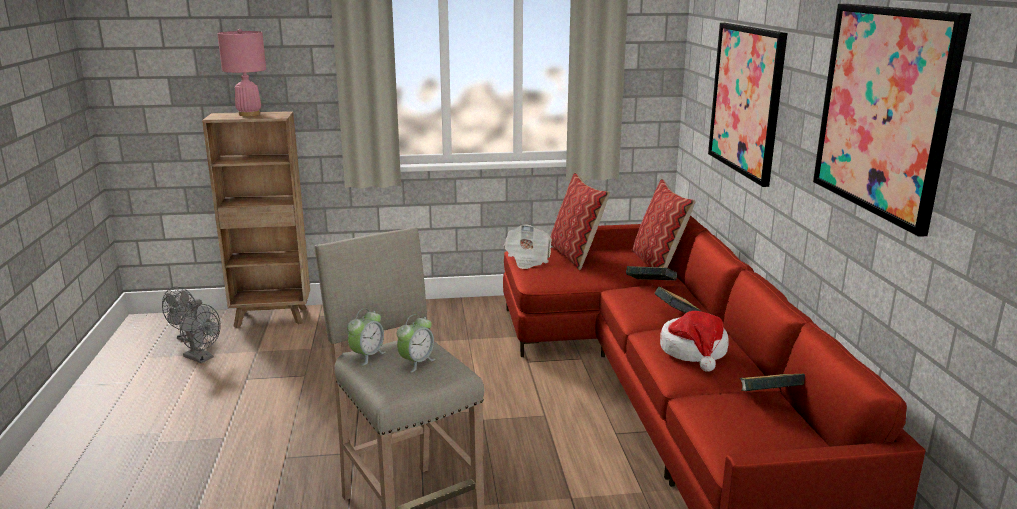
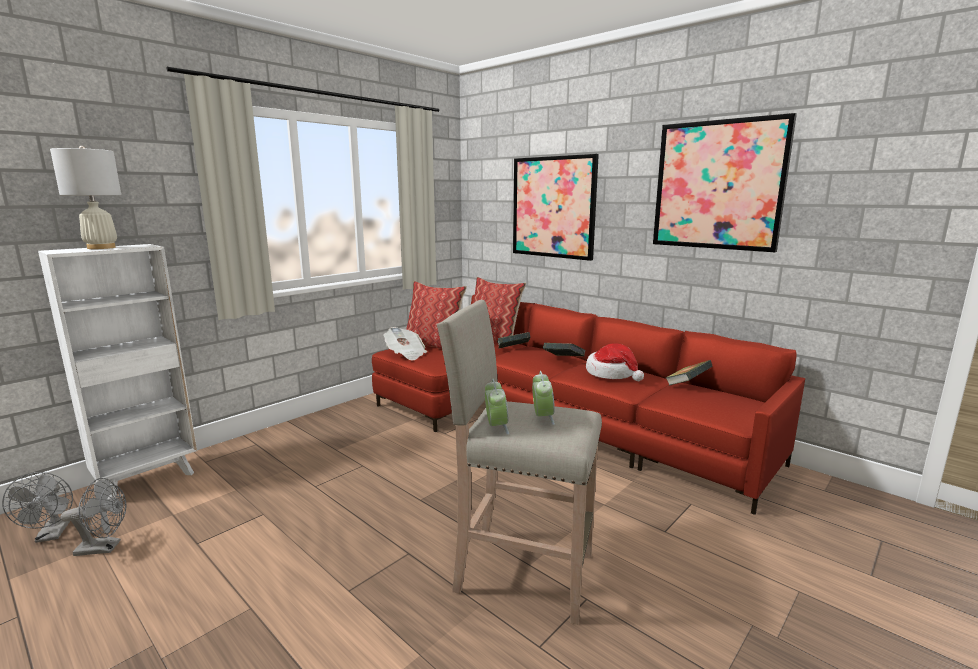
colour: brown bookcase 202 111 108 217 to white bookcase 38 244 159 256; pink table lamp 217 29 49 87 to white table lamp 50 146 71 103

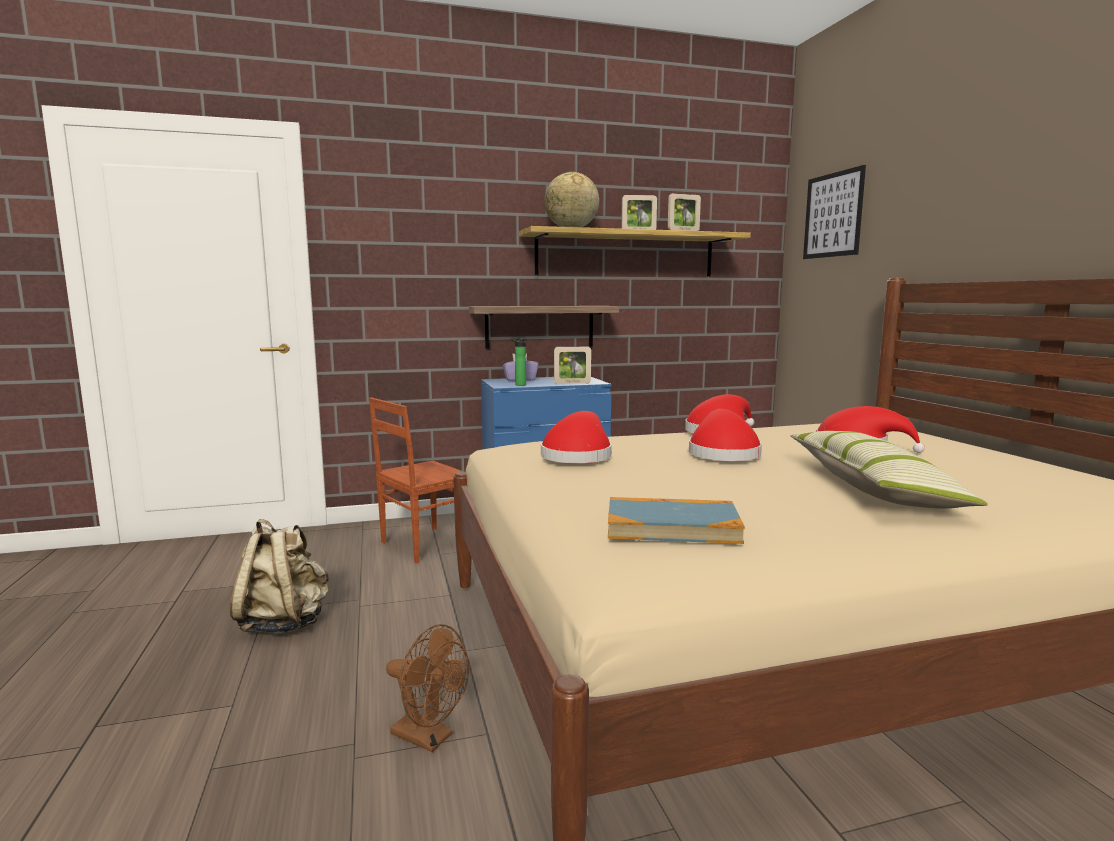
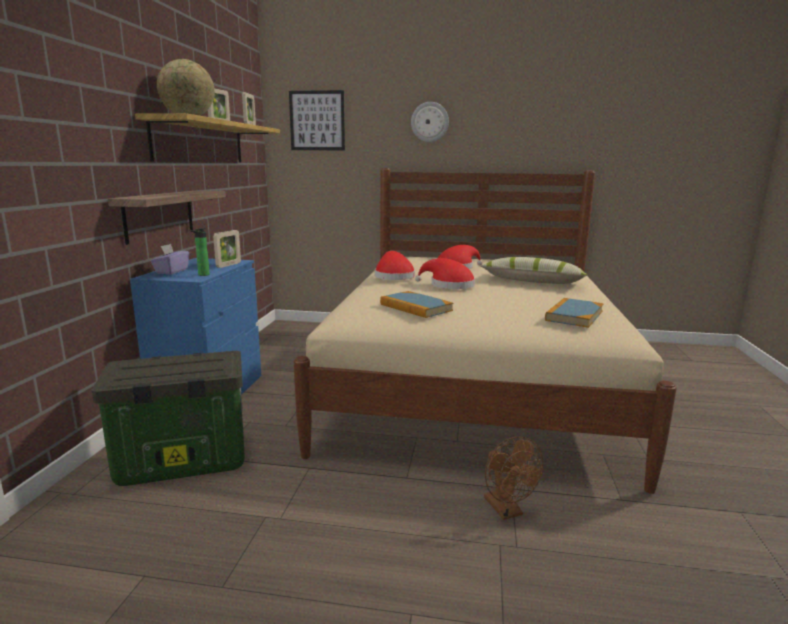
missing: beige backpack 230 519 98 115
appeared: wall clock 411 102 38 40
exchanged: brown chair 369 397 95 166 to storage box 91 351 154 135; red hat 541 411 71 52 to book 380 291 73 27
spun: brown fan 386 624 83 128 = 484 437 59 83 105 degrees clockwise

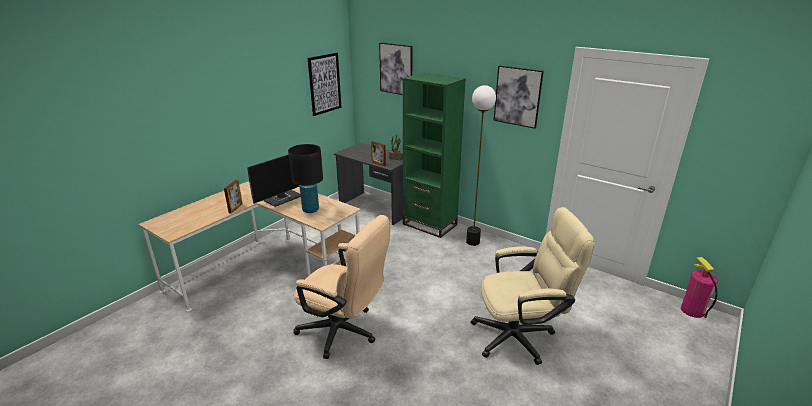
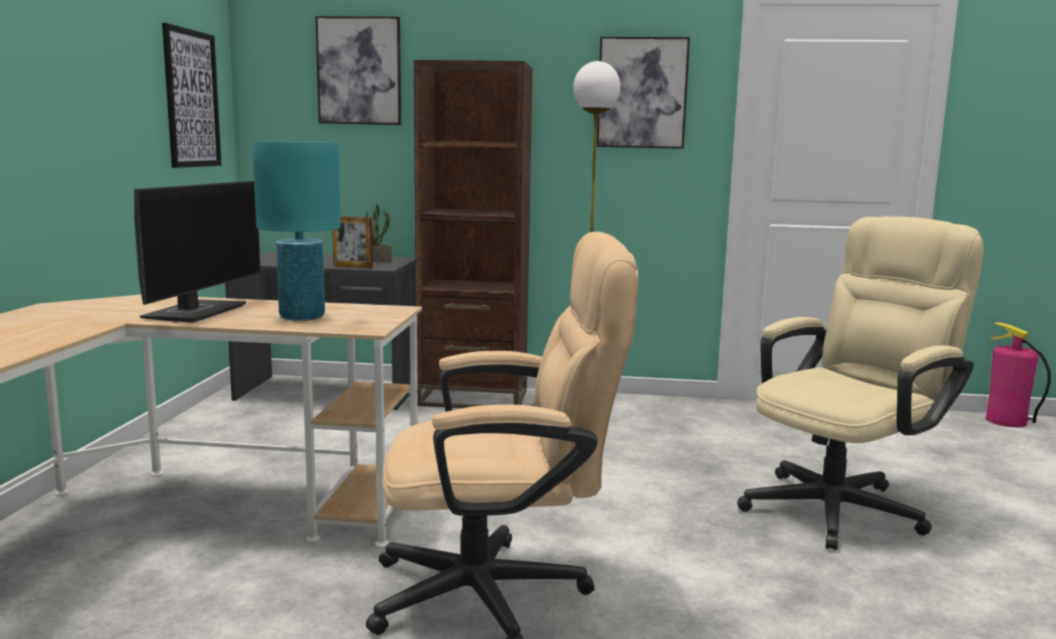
missing: picture frame 224 180 19 33
colour: black table lamp 288 144 35 69 to turquoise table lamp 252 141 89 180; green bookcase 403 73 63 165 to brown bookcase 414 60 119 348

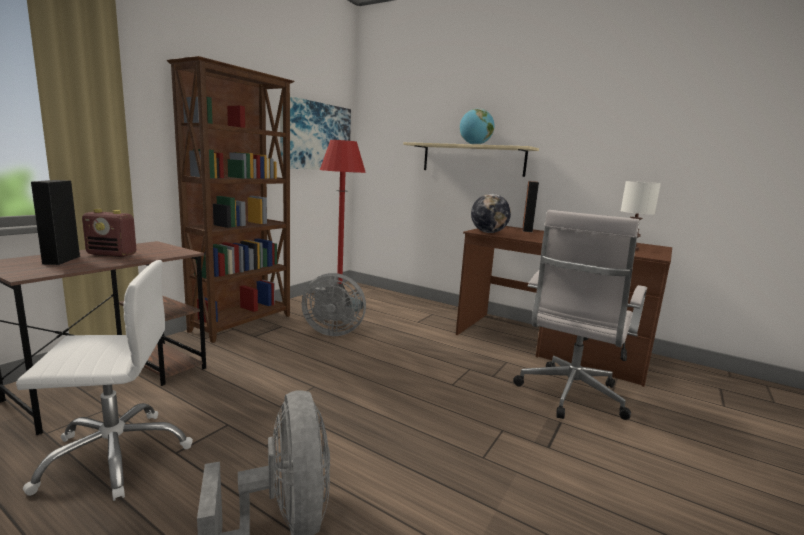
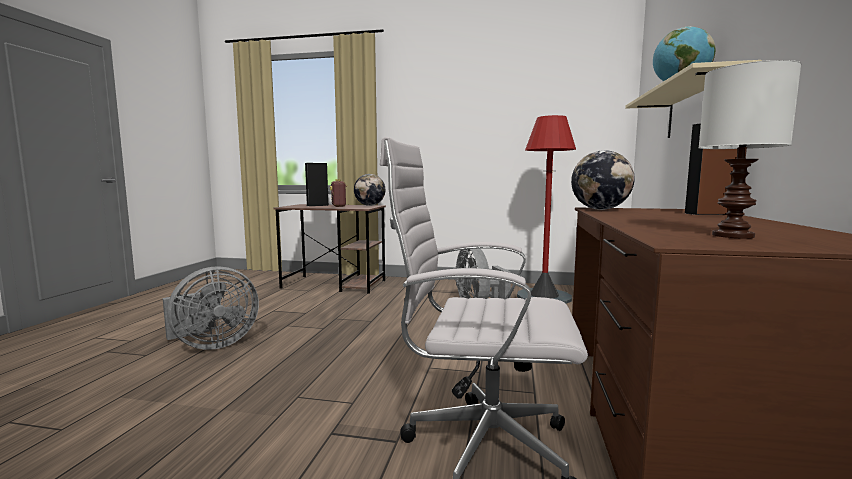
missing: white office chair 16 260 177 241; brown bookcase 167 56 128 287; picture 280 95 71 75
appeared: globe 354 174 31 32

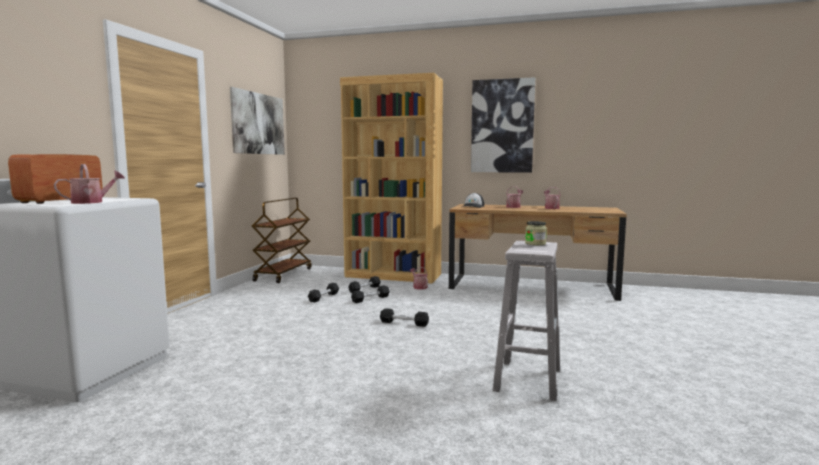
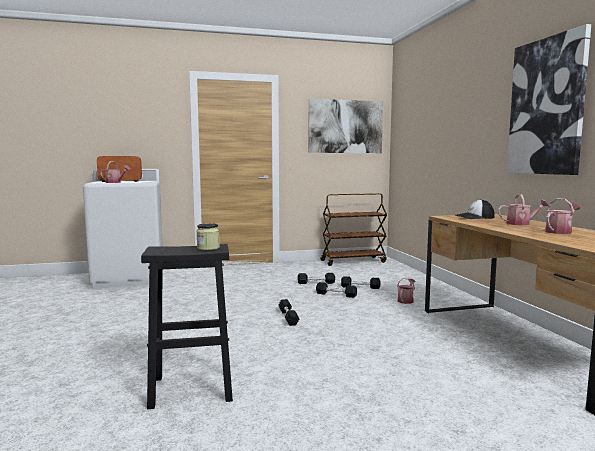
missing: brown bookcase 340 73 103 211
colour: white stool 493 241 67 160 to black stool 141 244 92 165

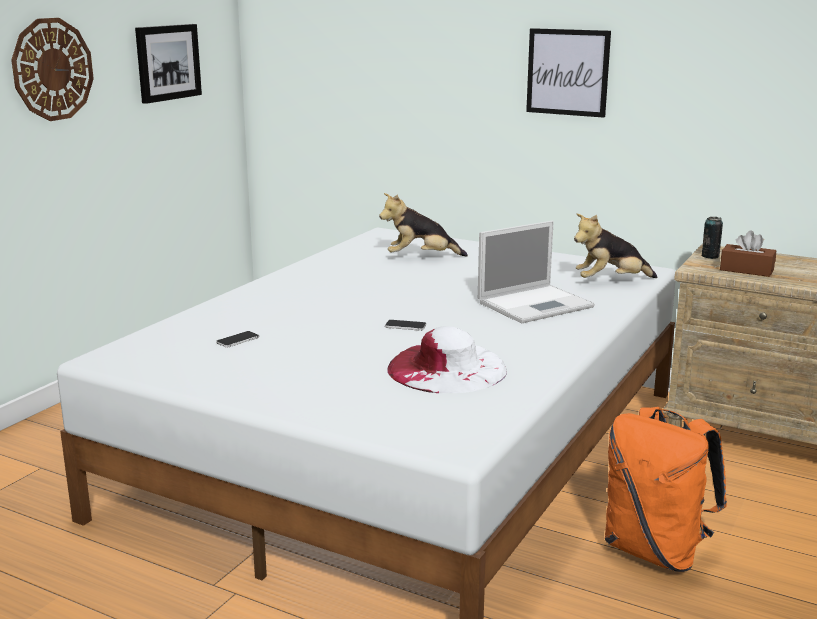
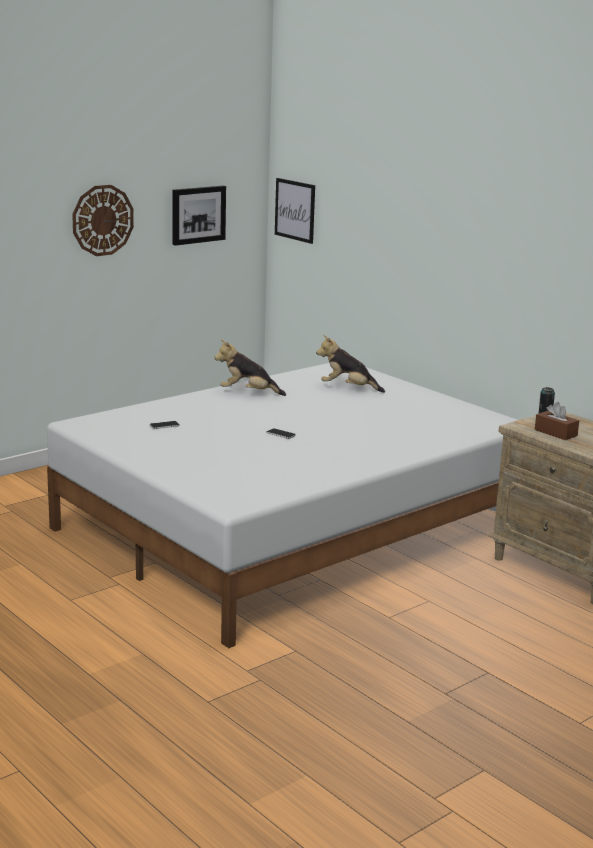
missing: white hat 387 326 120 67; laptop 478 221 117 102; orange backpack 605 407 122 165
relocated: picture 526 28 85 90 to 275 178 40 66; plush toy 574 213 83 65 to 214 340 72 56

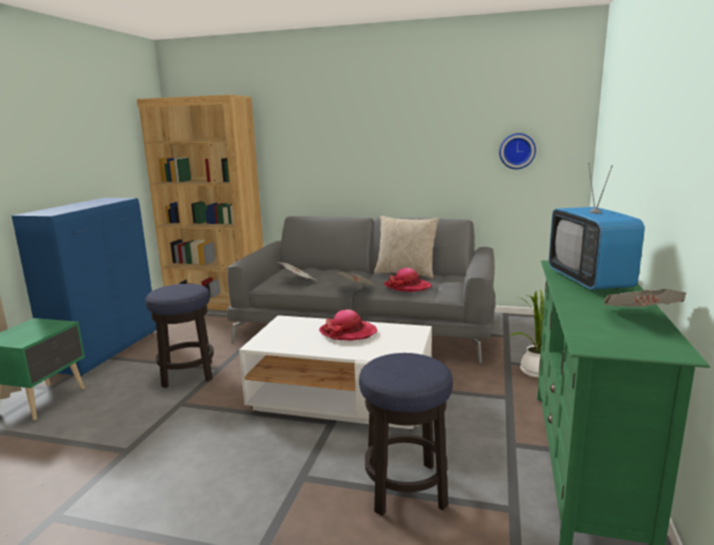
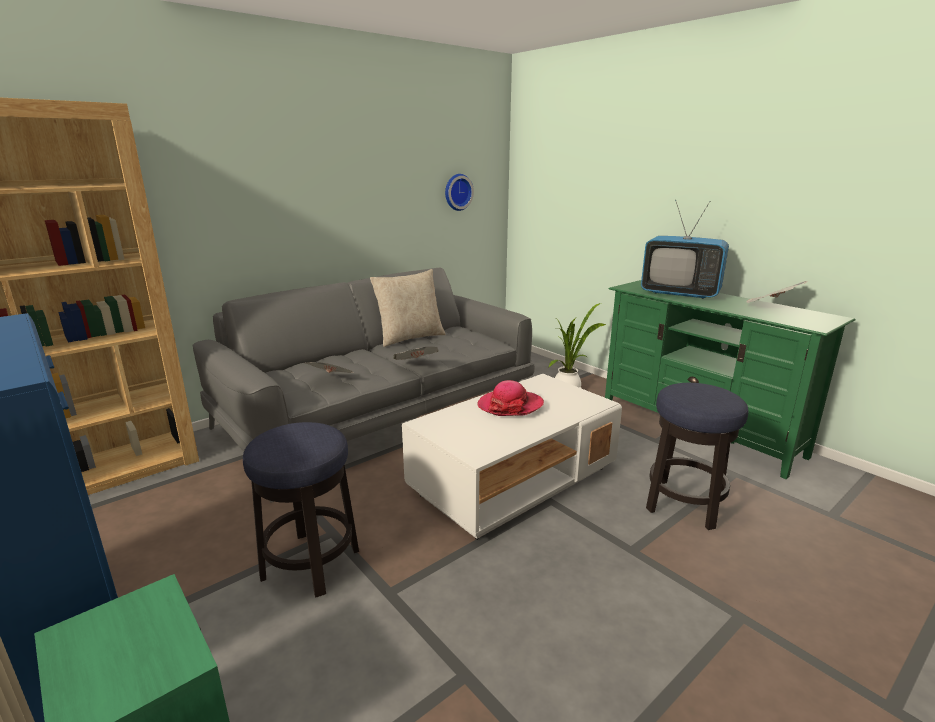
missing: hat 384 268 48 24

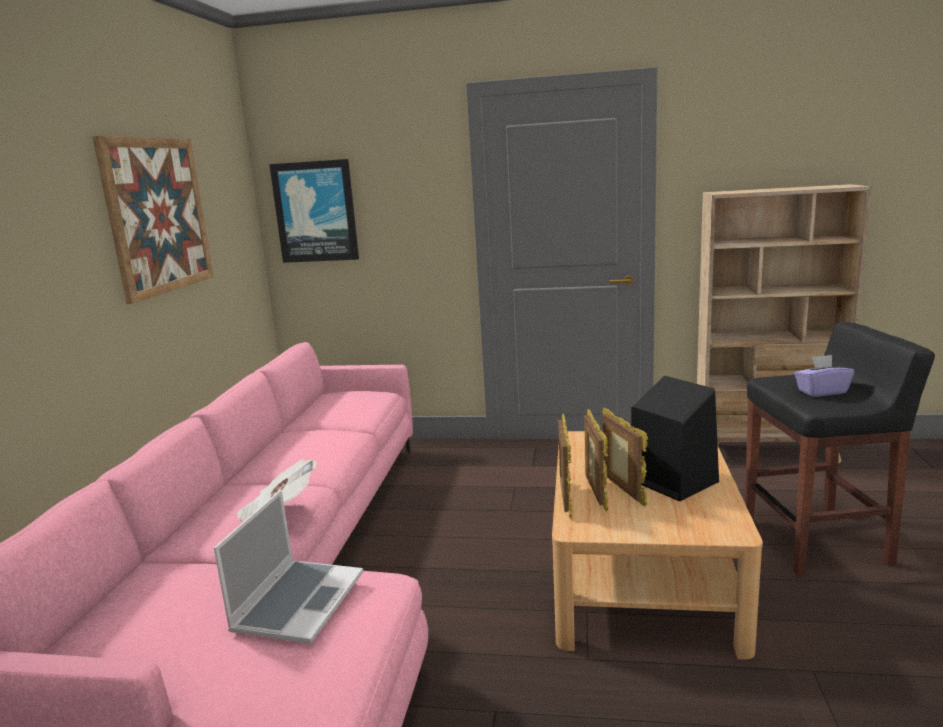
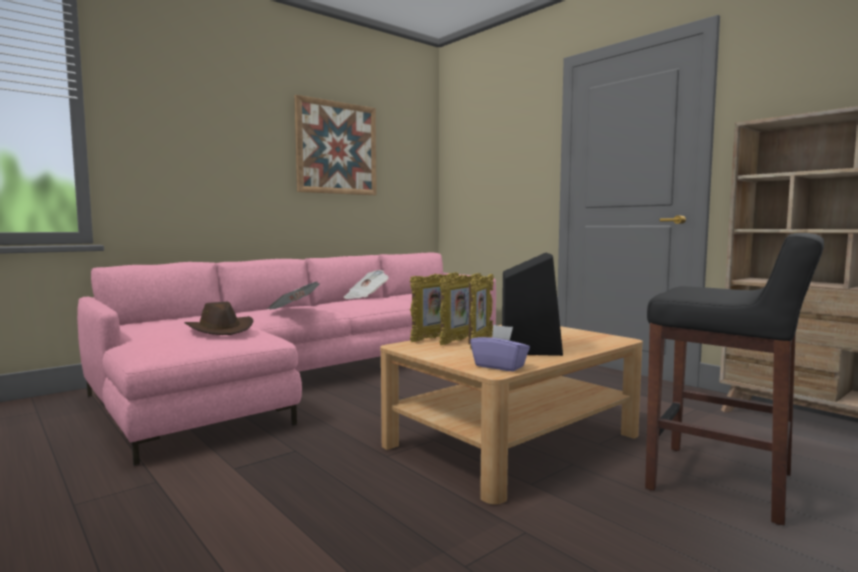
missing: picture 269 159 90 104
appeared: newspaper 343 270 46 29
relocated: purple tissue box 794 355 60 42 to 470 324 60 47
exchanged: laptop 214 490 149 154 to brown hat 185 302 69 33

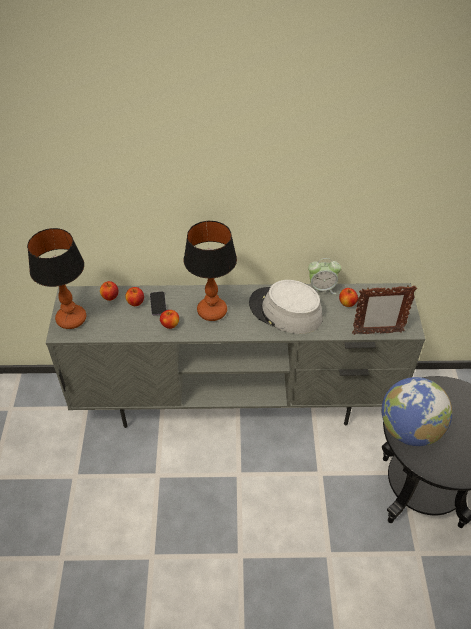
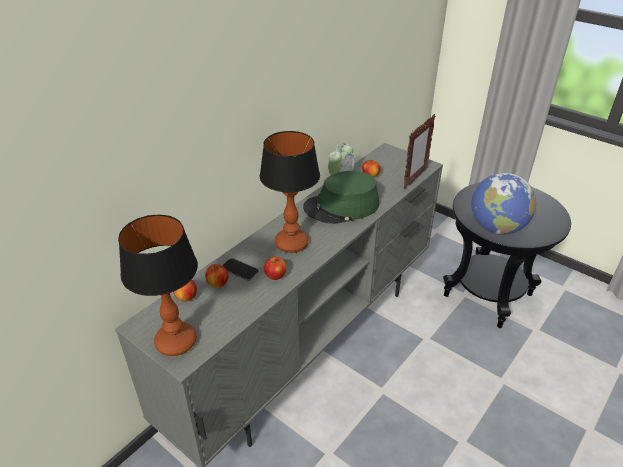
colour: grey hat 249 280 74 54 to green hat 303 171 76 53

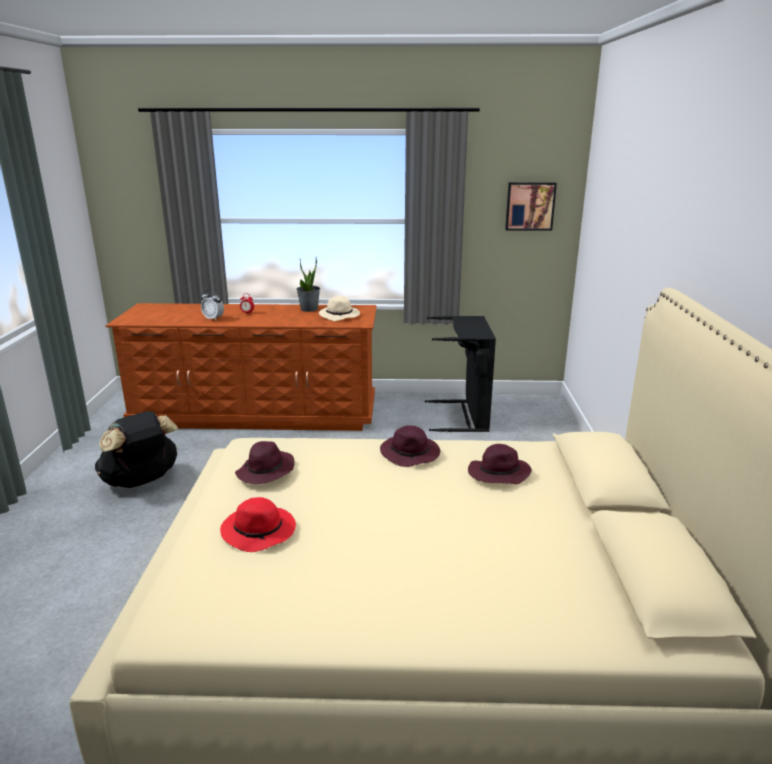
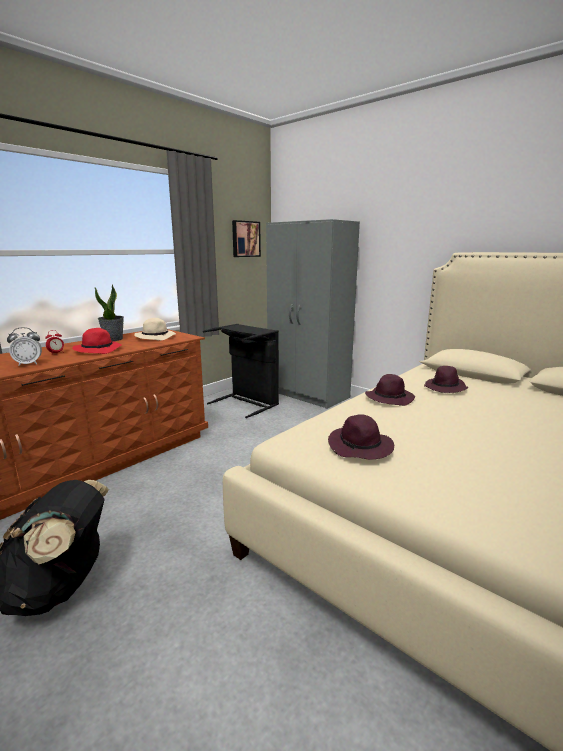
appeared: grey wardrobe 266 219 94 190
relocated: red hat 220 497 76 55 to 72 328 50 26

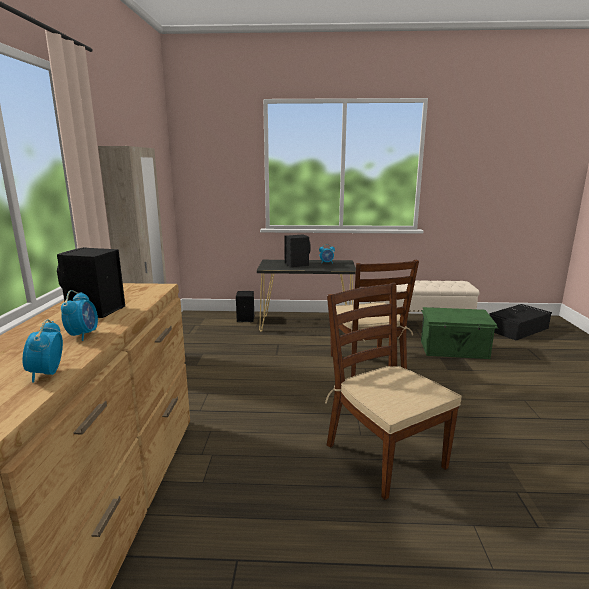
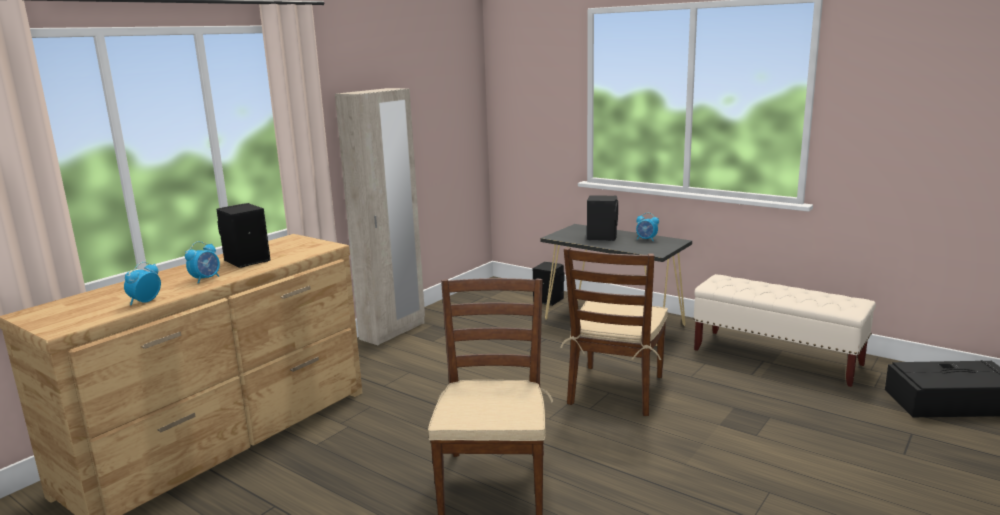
missing: green storage box 421 307 78 52

